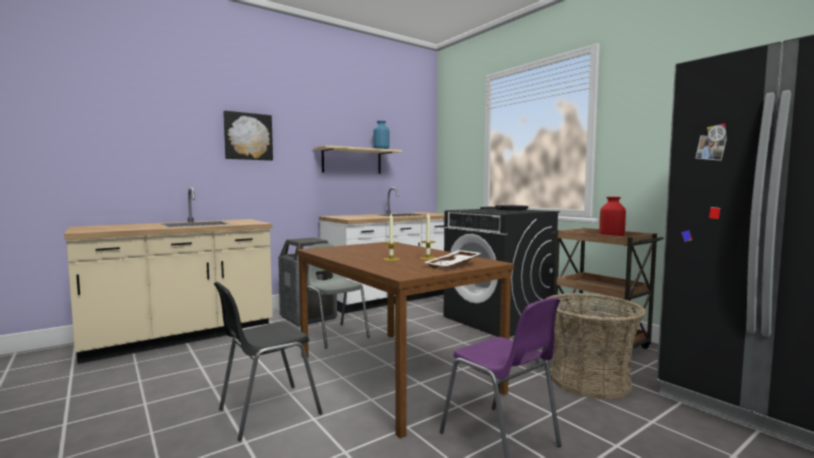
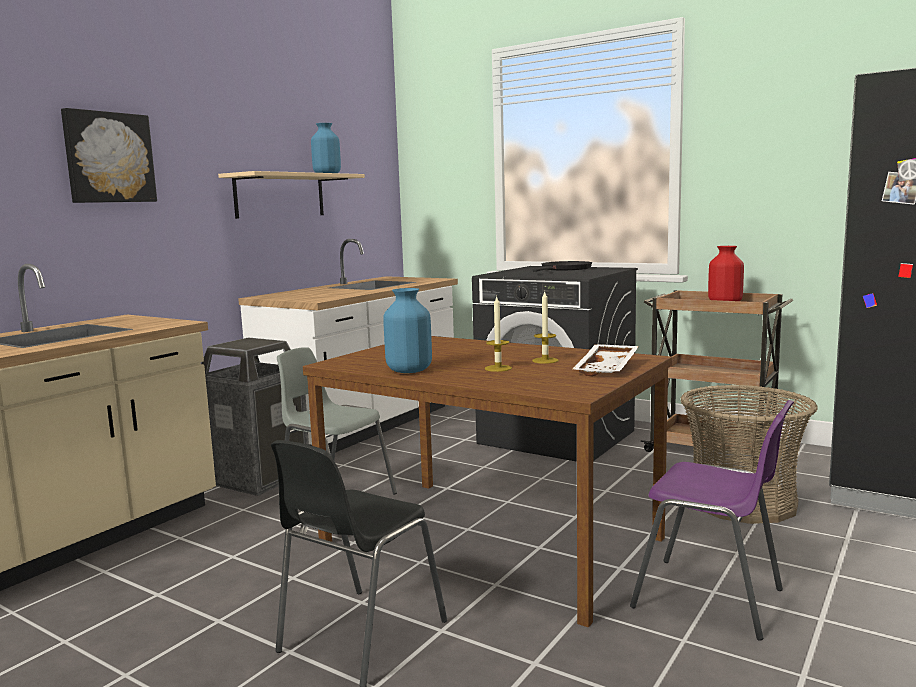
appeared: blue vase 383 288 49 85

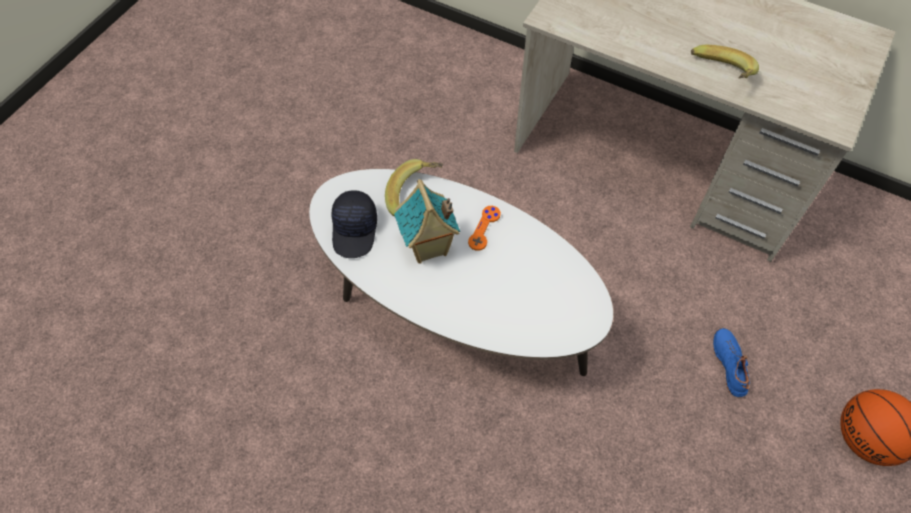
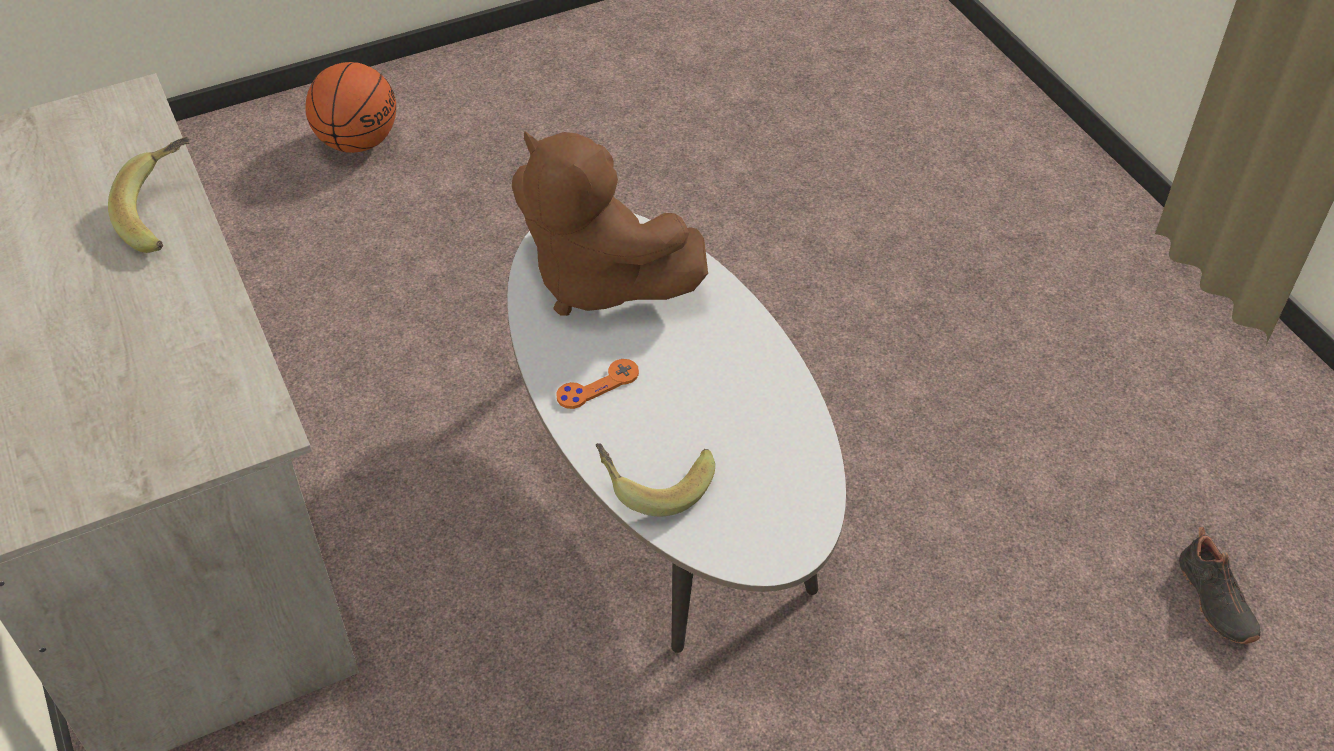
missing: black cap 332 190 45 68; toy house 394 179 66 85; blue shoe 713 328 37 69
appeared: brown plush toy 512 131 196 185; black shoe 1179 527 81 117

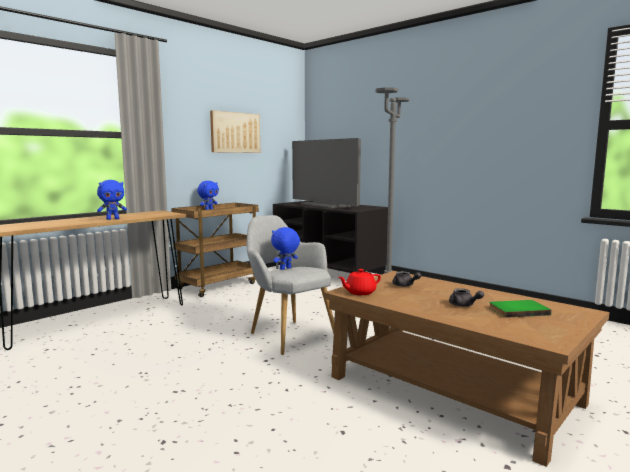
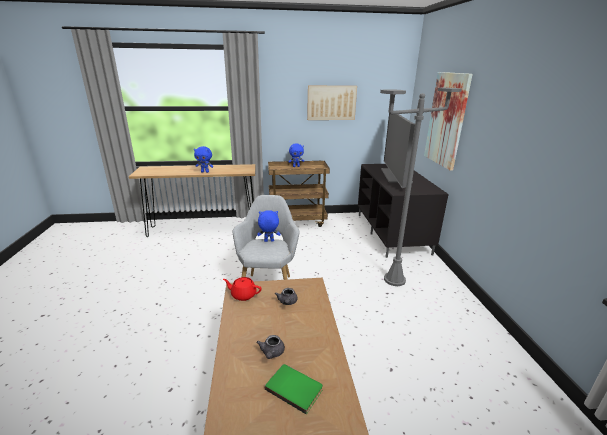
appeared: picture 424 72 49 99

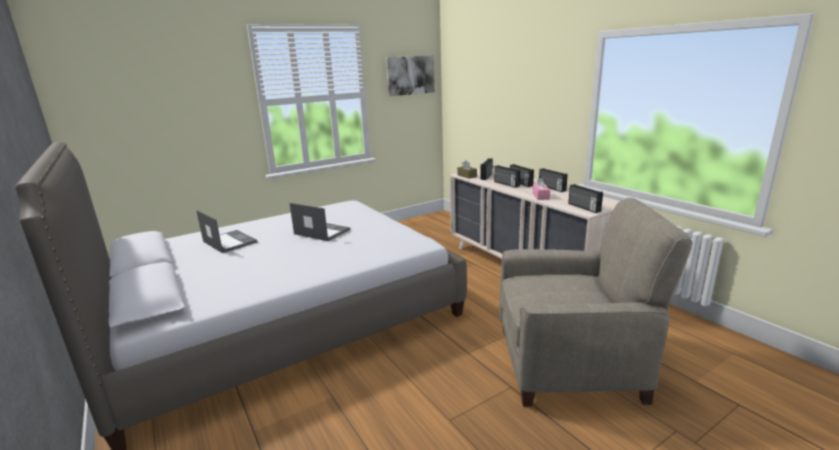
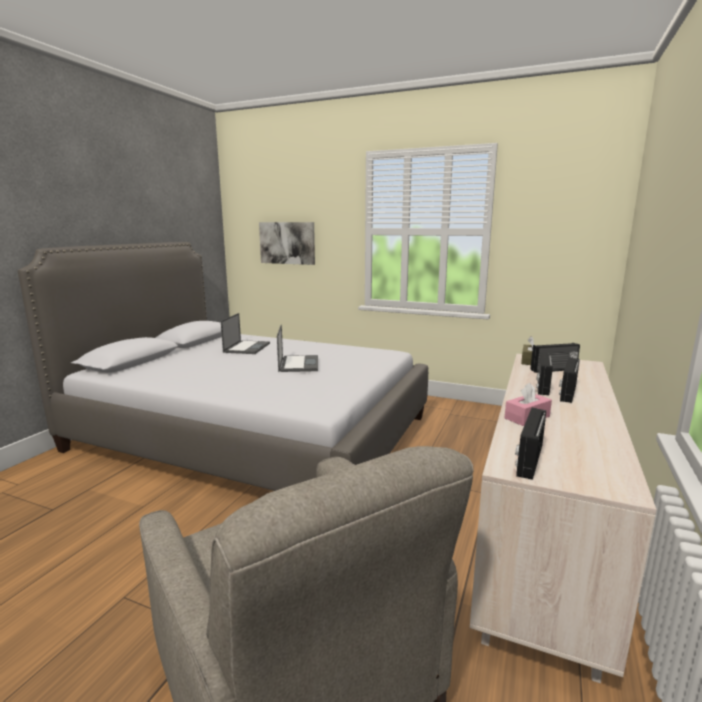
missing: radio 539 168 29 24
relocated: picture 386 56 49 40 to 259 222 56 43

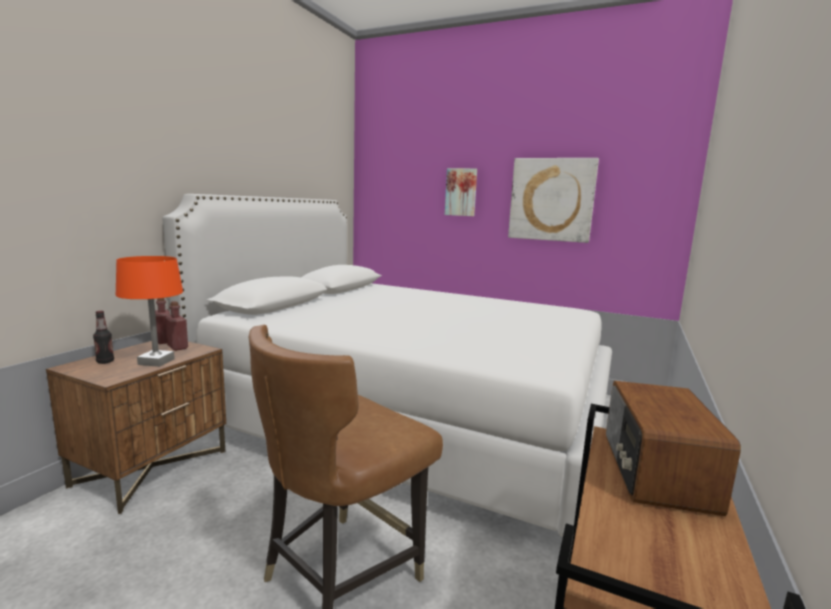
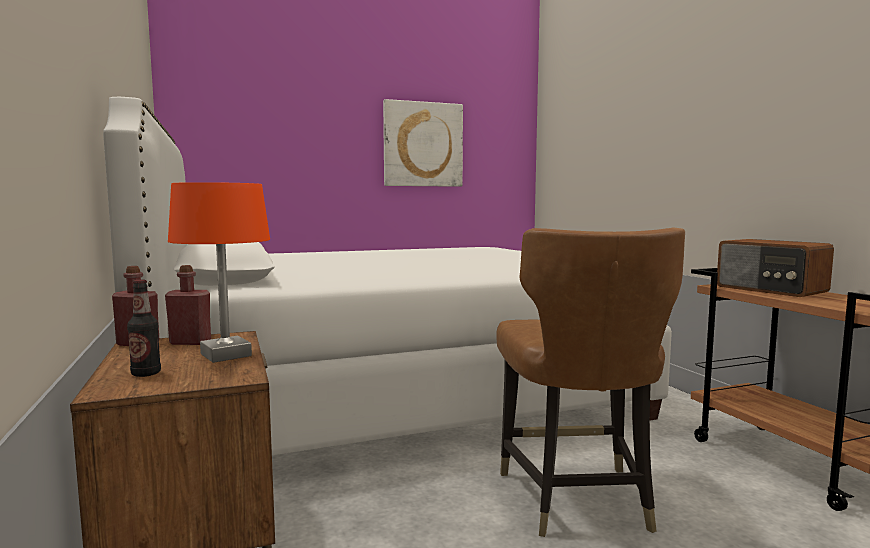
missing: picture 445 168 32 48

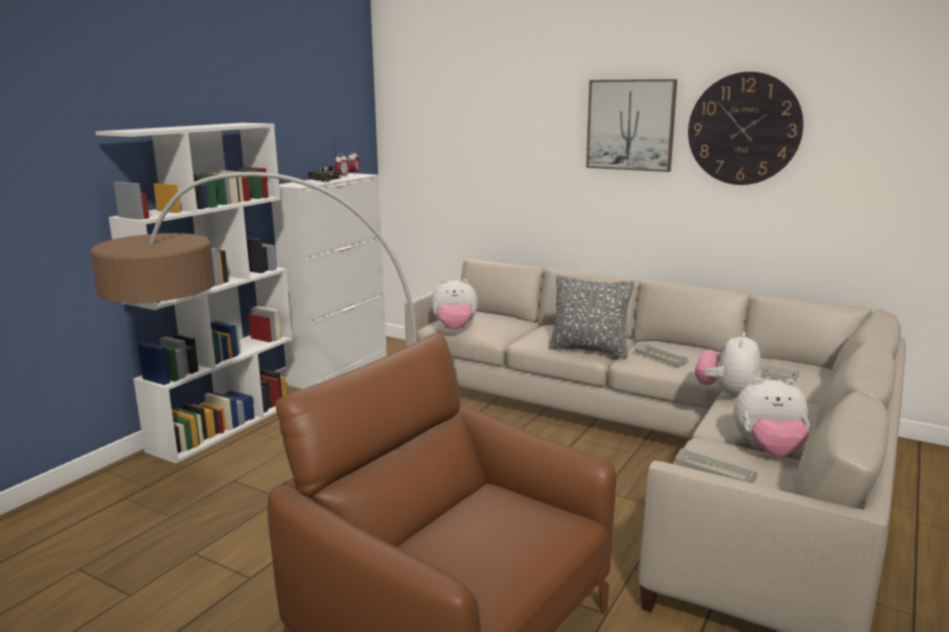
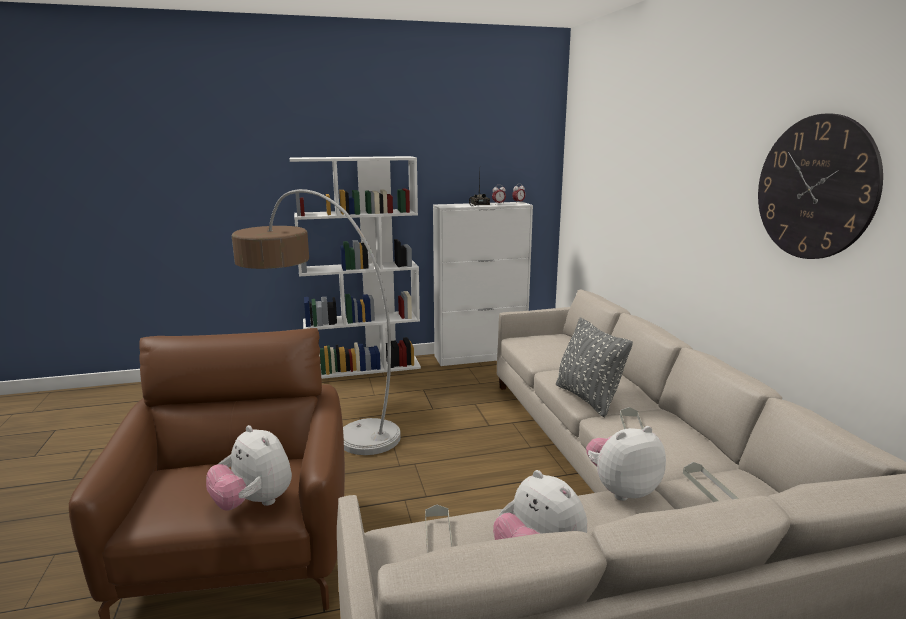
missing: picture 586 79 91 93
relocated: plush toy 431 279 47 50 to 206 425 86 86

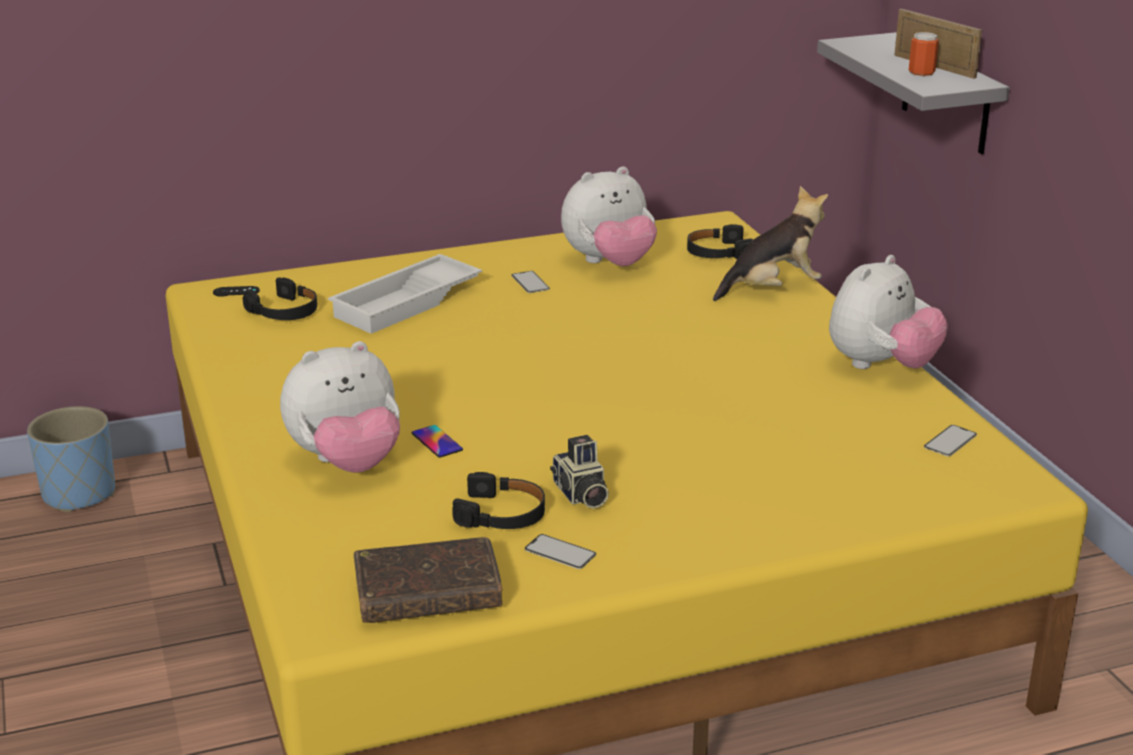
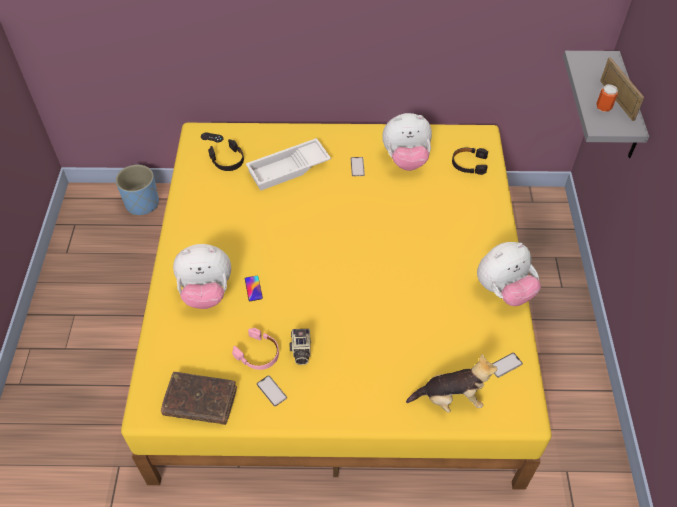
relocated: plush toy 713 186 115 115 to 406 354 91 59
colour: black headphones 452 472 93 57 to pink headphones 232 328 47 42

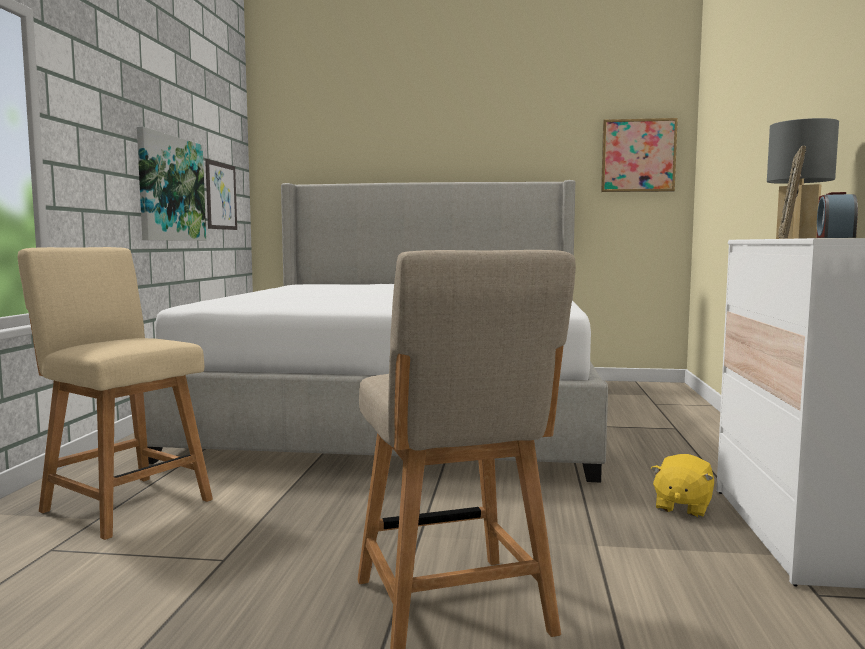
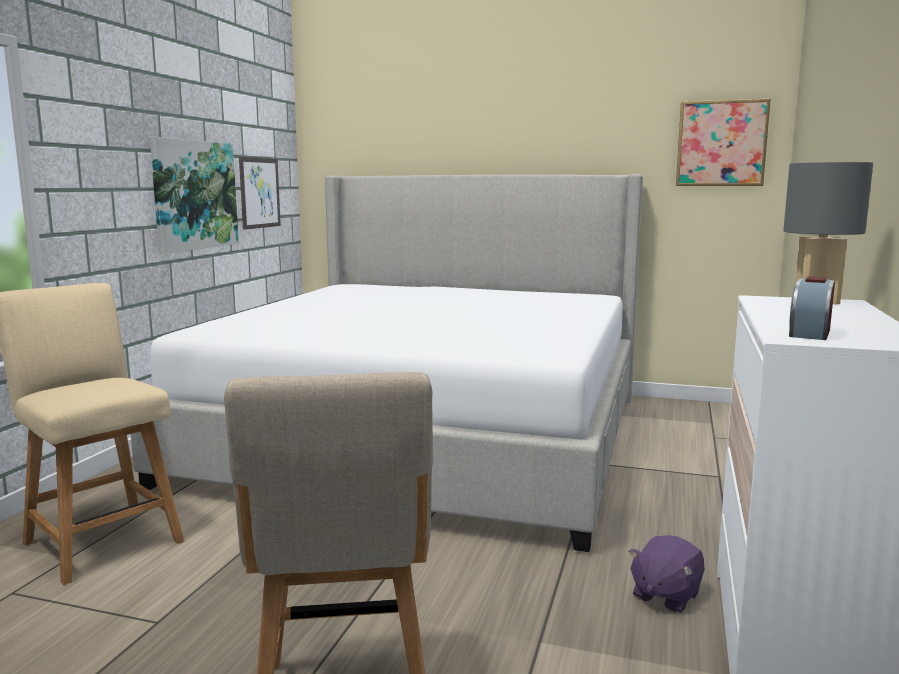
missing: picture frame 778 145 28 93
colour: yellow plush toy 651 454 63 63 to purple plush toy 629 535 76 78

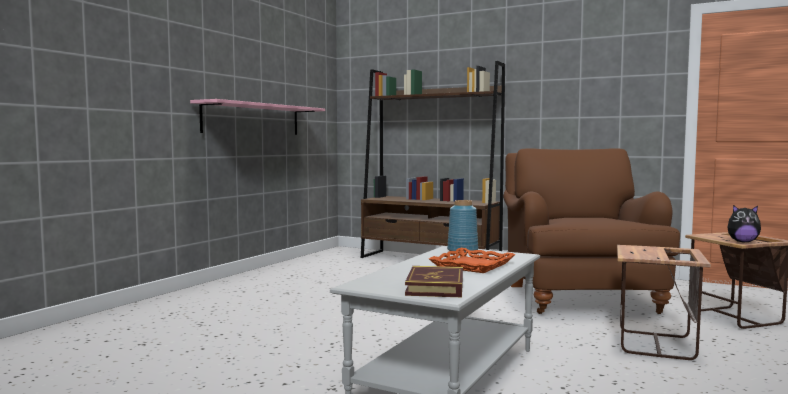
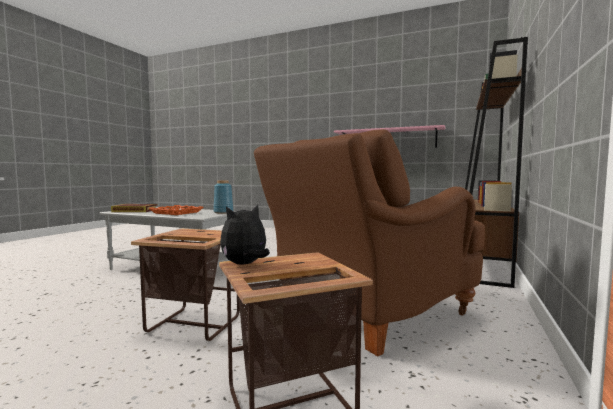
spun: brown armchair 503 148 177 166 = 254 129 231 227 150 degrees clockwise; plush toy 728 205 33 37 = 220 205 50 59 45 degrees clockwise

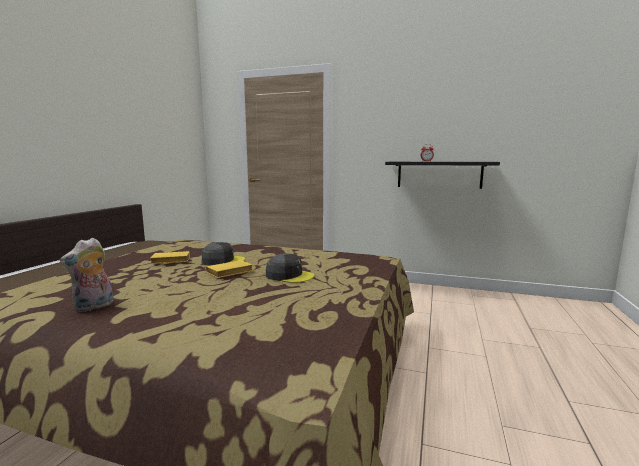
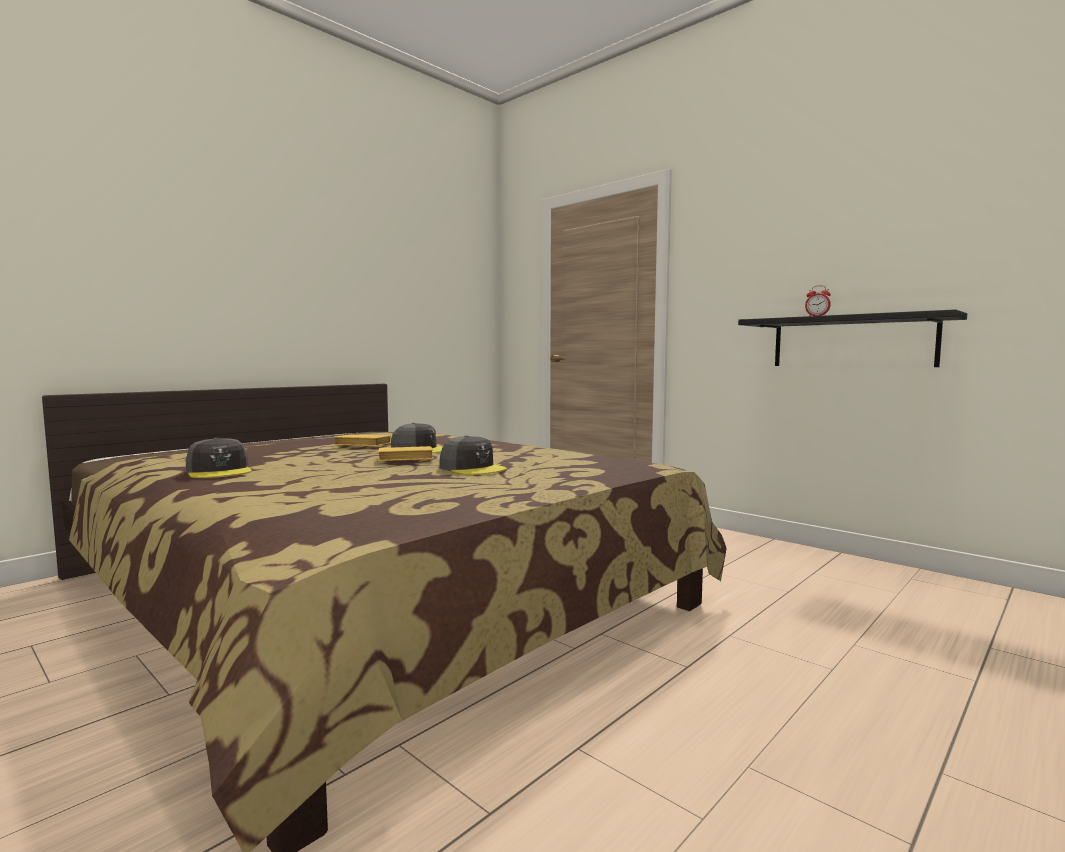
exchanged: plush toy 60 237 53 75 to grey cap 186 438 66 40

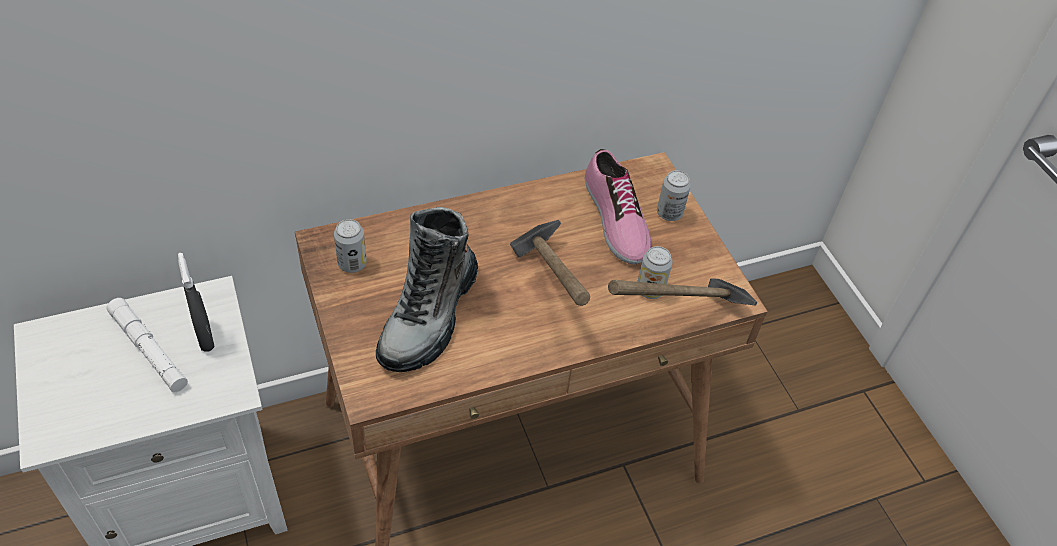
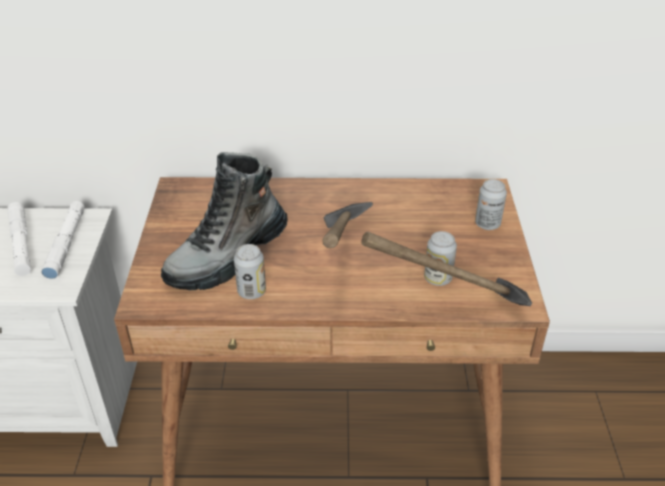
missing: shoe 584 149 67 116
relocated: can 334 219 33 54 to 234 244 32 55
exchanged: grey spray bottle 178 253 37 99 to white flashlight 41 201 44 78

